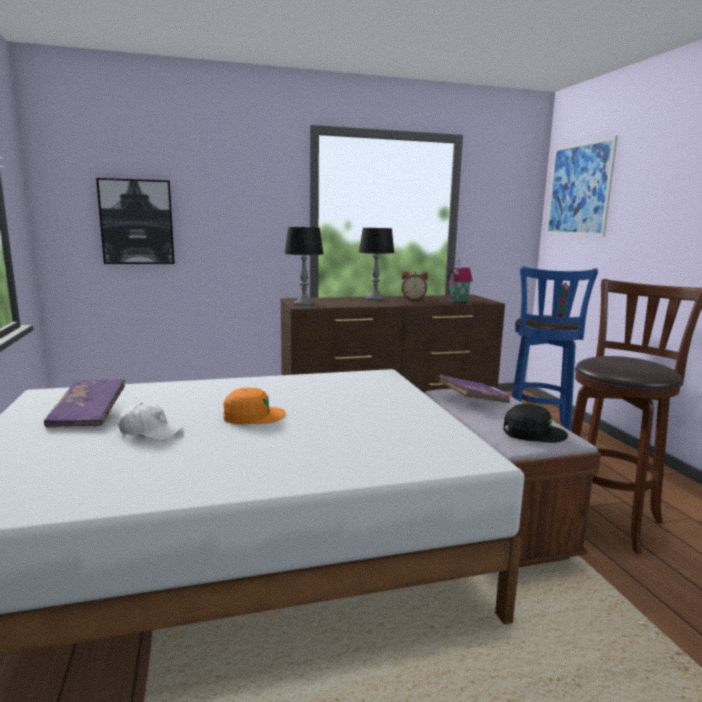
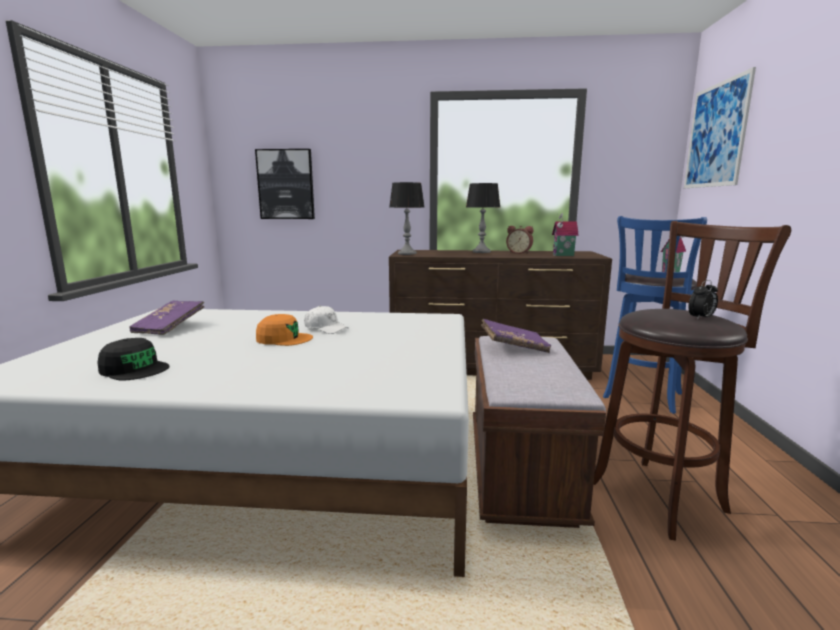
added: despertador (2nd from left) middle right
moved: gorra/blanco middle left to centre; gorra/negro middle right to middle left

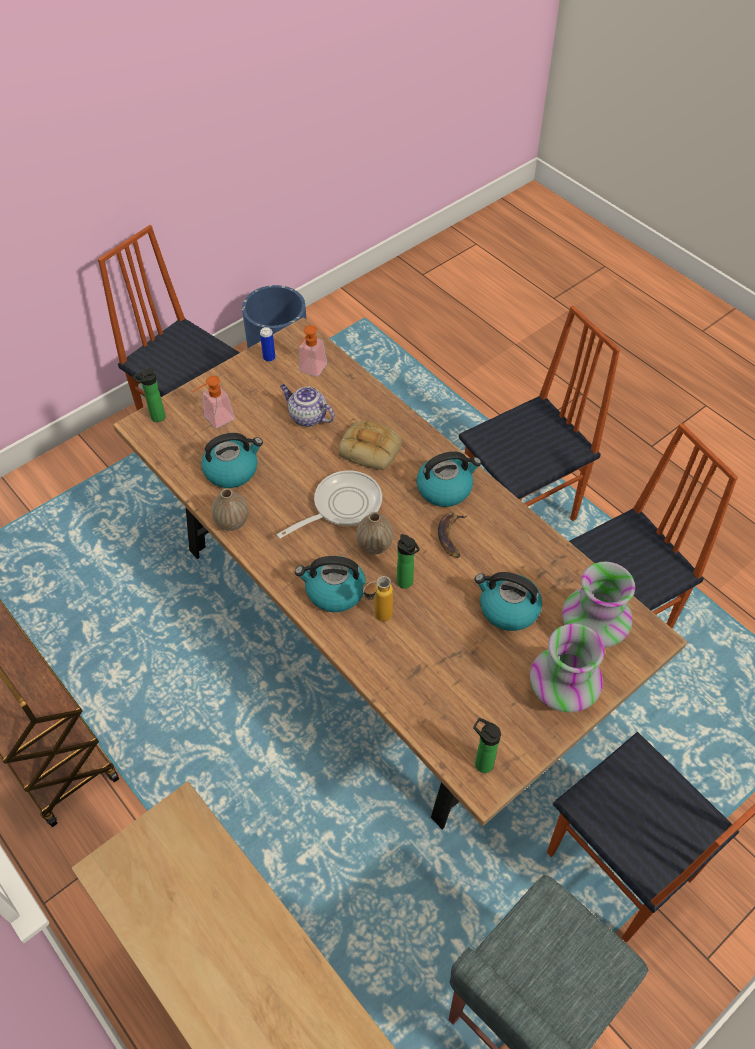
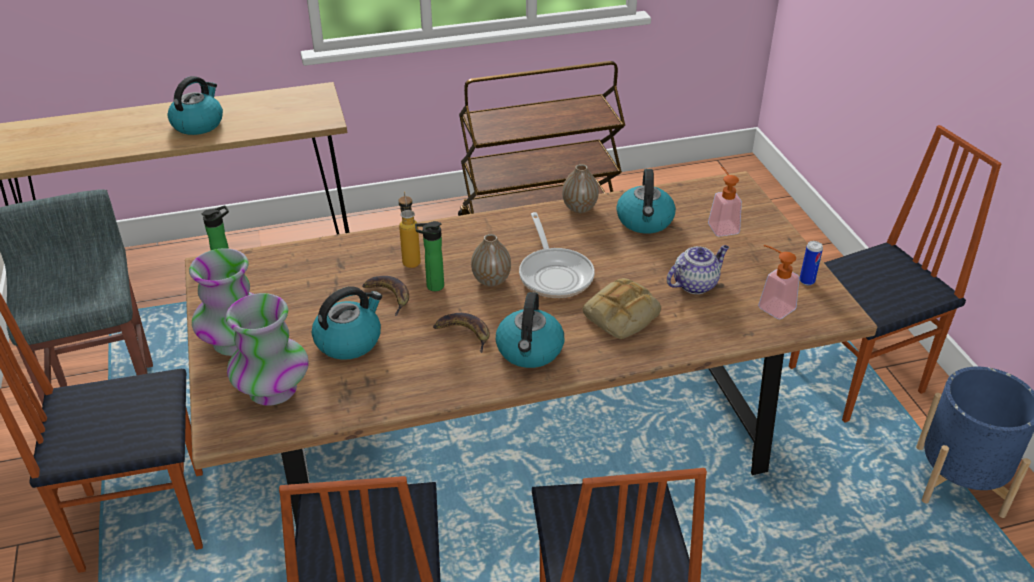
removed: botella (1st from left) middle left
added: plátano (1st from left) centre
moved: hervidor (2nd from left in the first image) centre to hervidor (1st from left) top left

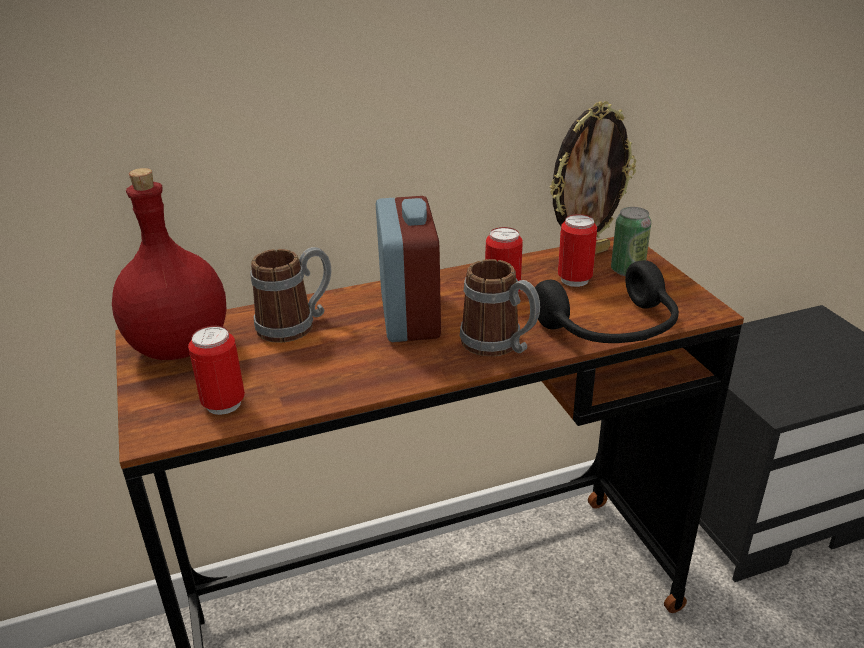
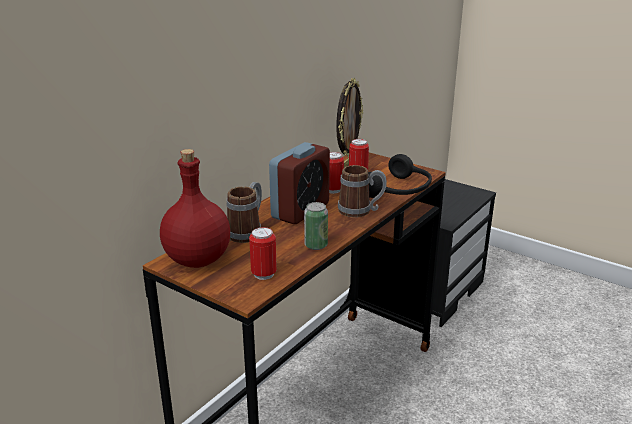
moved: lata (4th from left in the first image) middle right to lata (2nd from left) centre
turned: despertador centre = centre 75 degrees clockwise

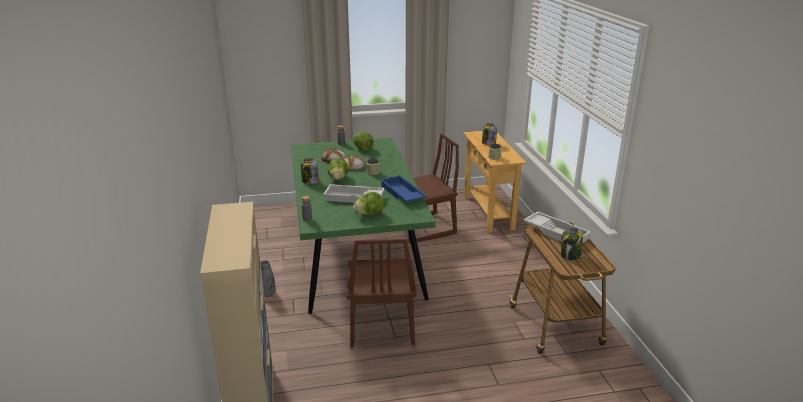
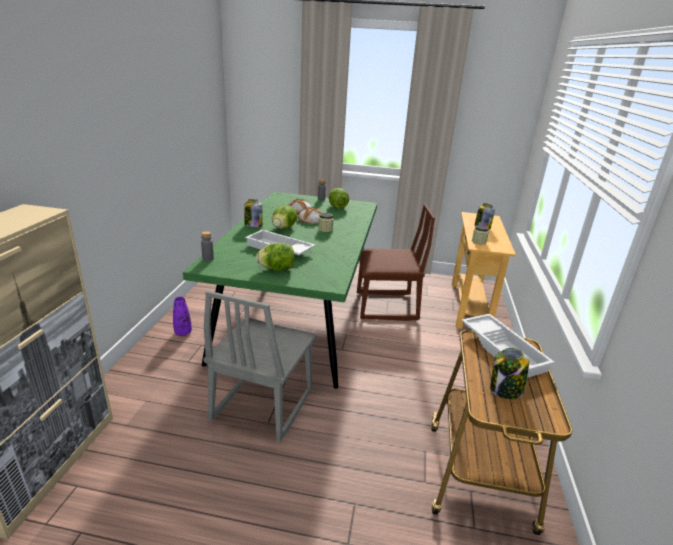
removed: bandeja/azul centre
recoloured: silla/marrón (1st from left) bottom centre to silla/gris bottom centre; florero/gris bottom centre to florero/morado middle left

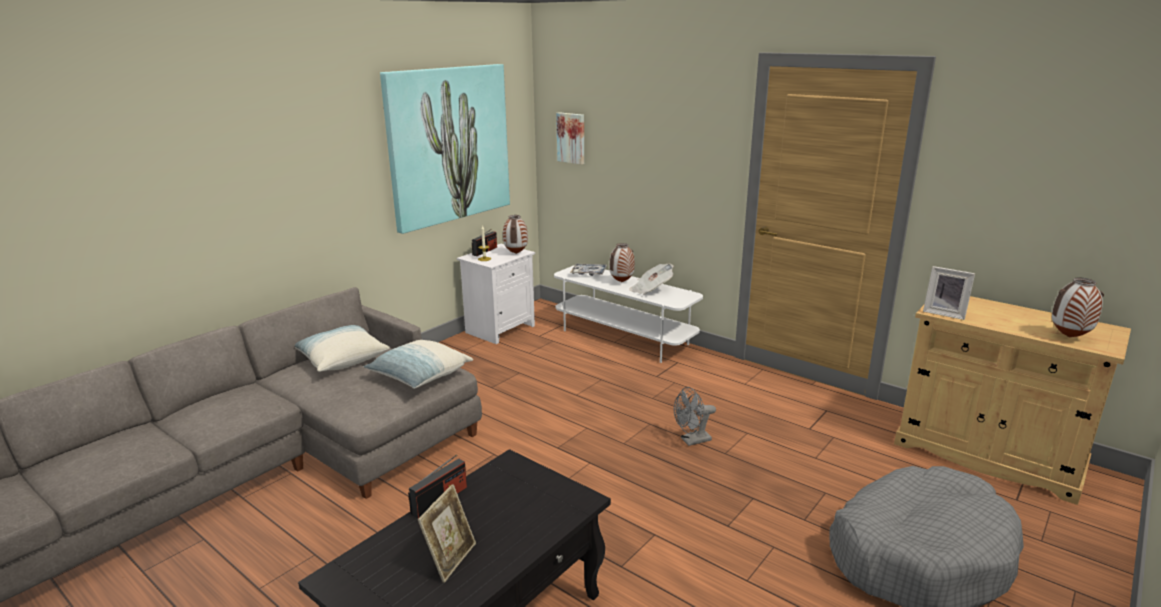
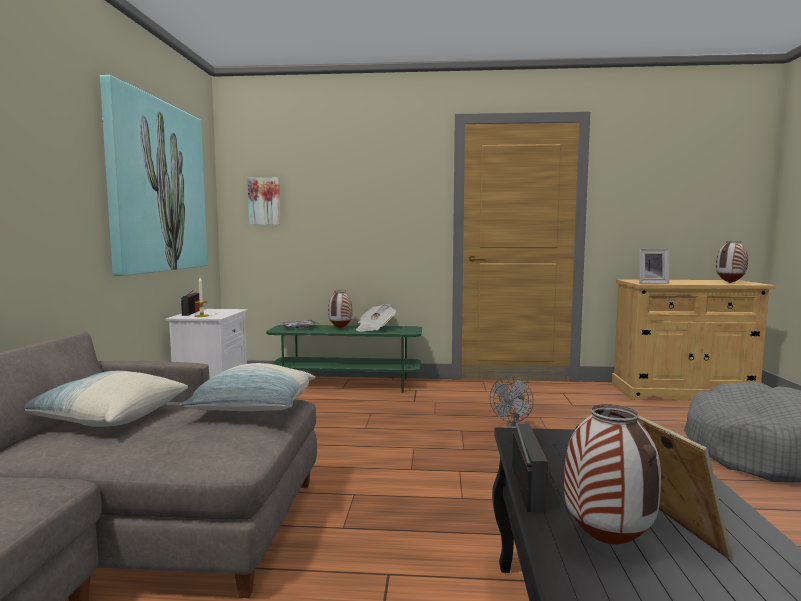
moved: florero (1st from left in the first image) centre to florero (2nd from left) bottom right
recoloured: mueble de televisión/blanco centre to mueble de televisión/verde centre

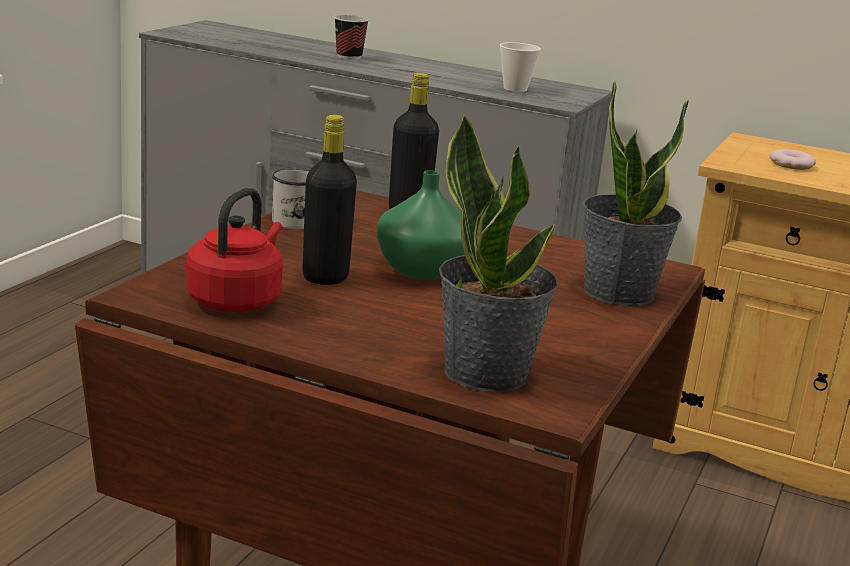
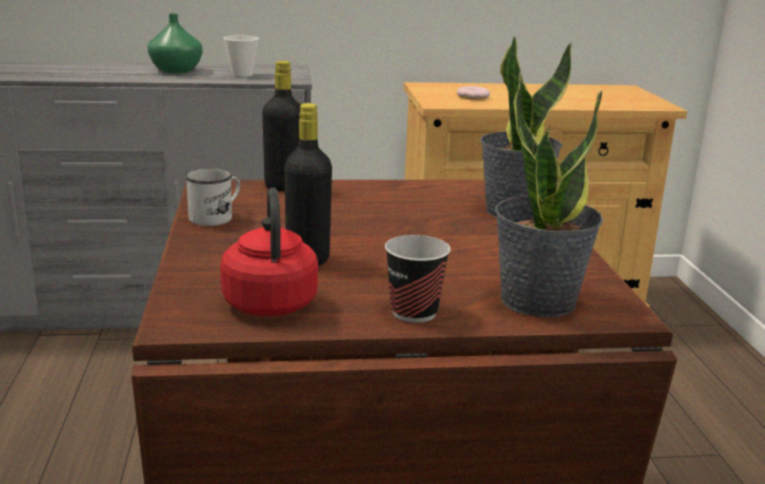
moved: taza (1st from left in the first image) top centre to taza (2nd from left) centre; florero/verde centre to top left

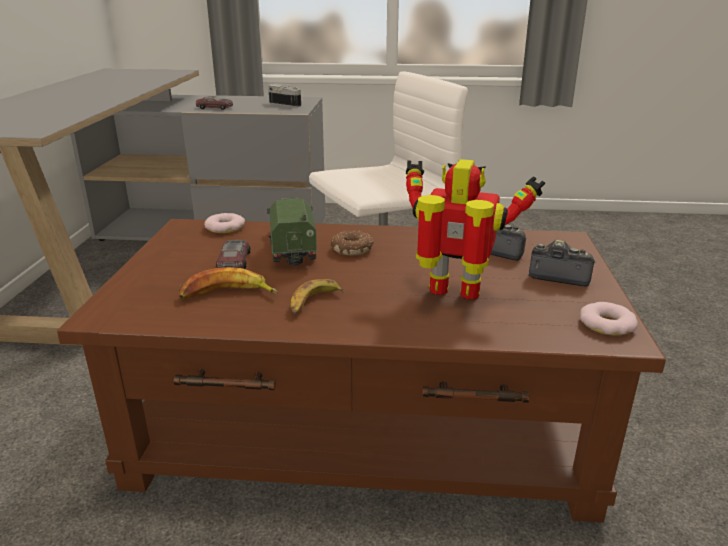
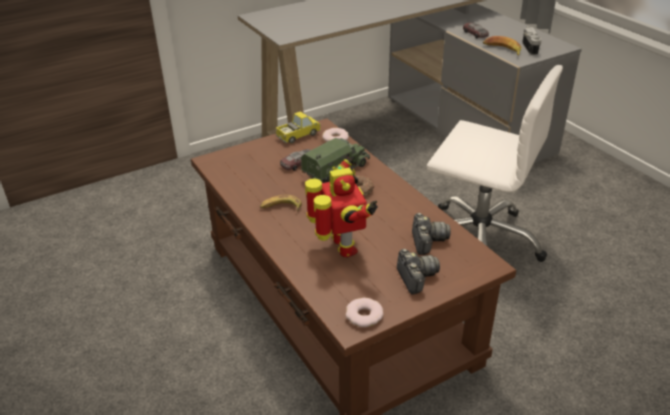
added: camión de juguete (1st from left) top centre
moved: plátano (1st from left in the first image) middle left to plátano (2nd from left) top right

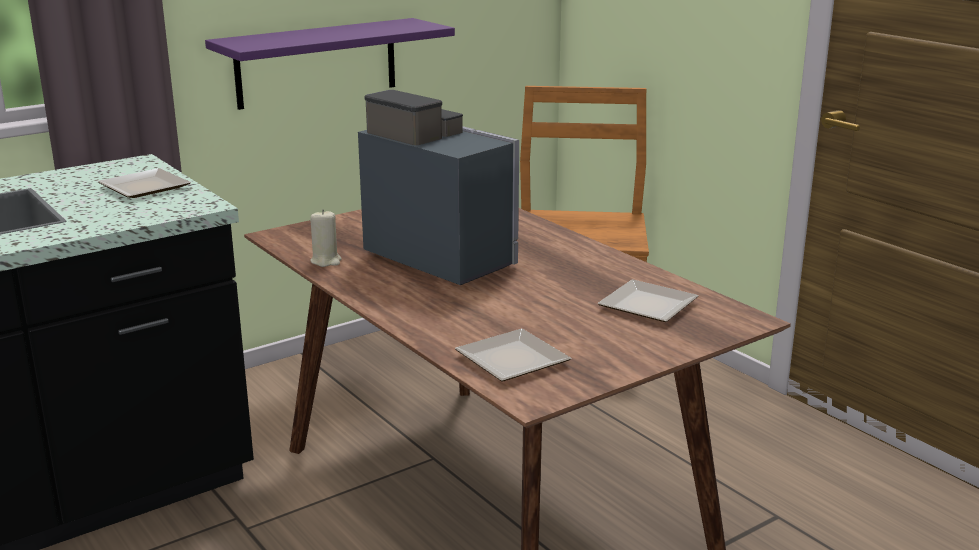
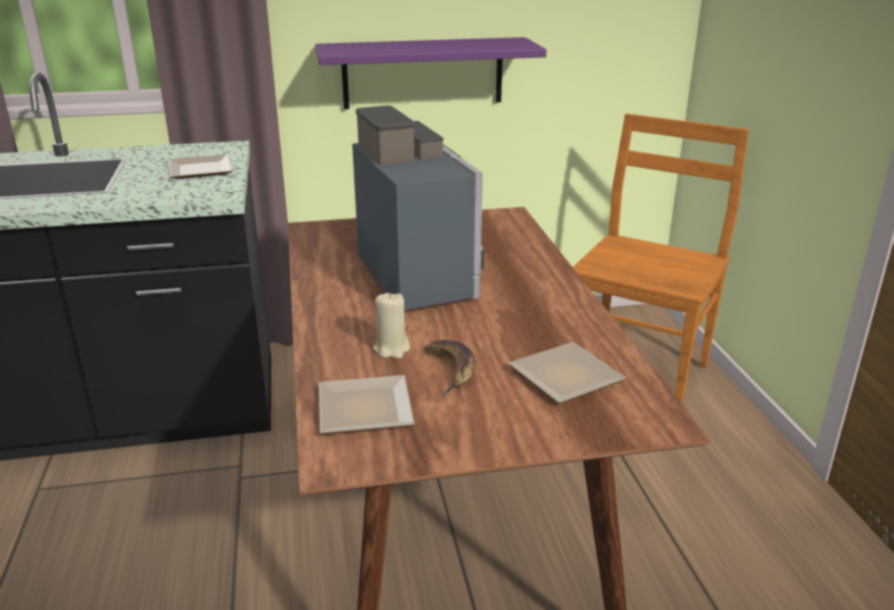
added: plátano centre
moved: vela/beis middle left to centre

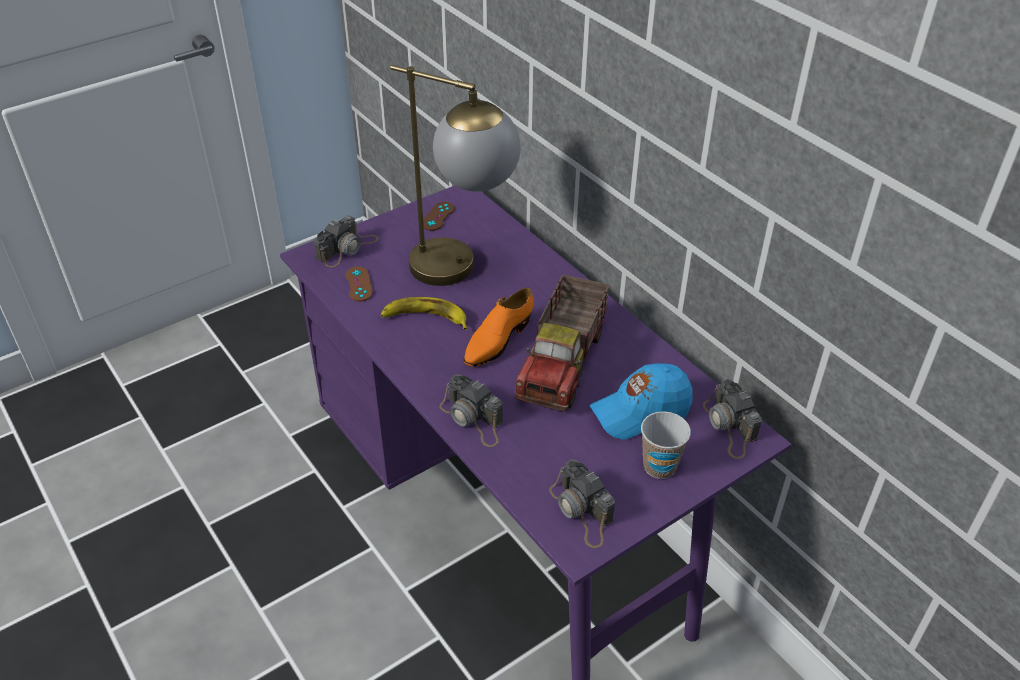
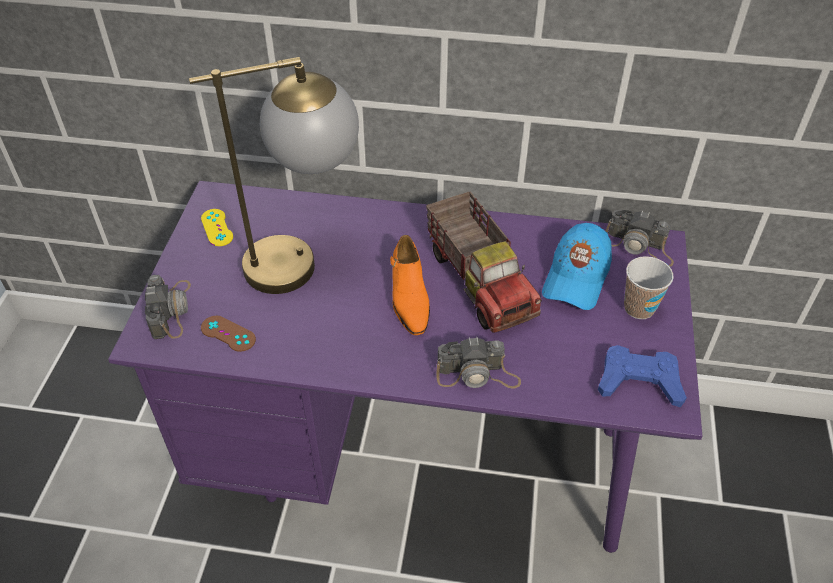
removed: plátano centre
replaced: cámara (3rd from left) bottom centre to mando de consola/azul middle right
recoloured: mando de consola/marrón (2nd from left) top centre to mando de consola/amarillo middle left

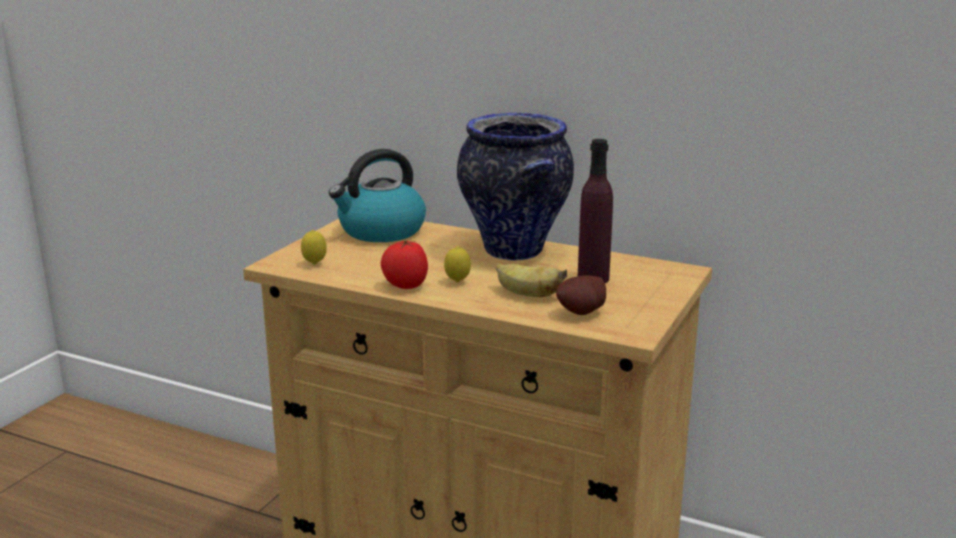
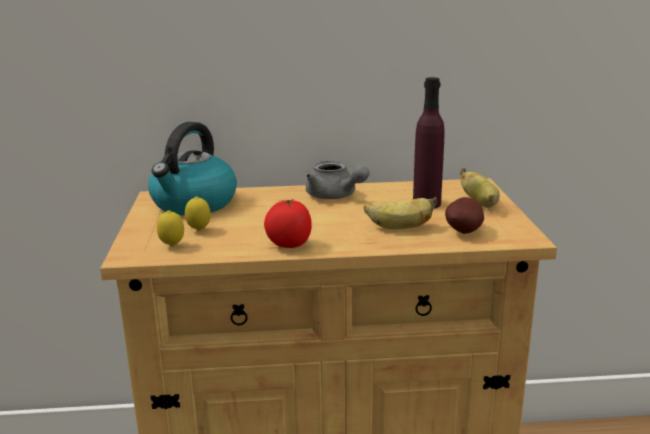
added: plátano (2nd from left) middle right
moved: limón (2nd from left) centre to middle left
replaced: florero centre to tetera/gris centre

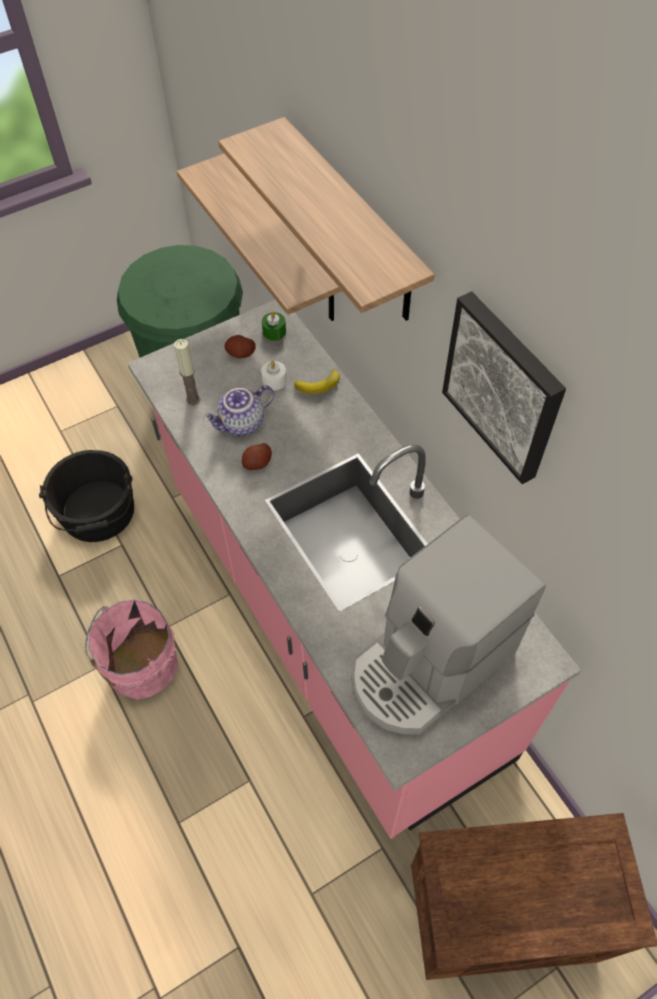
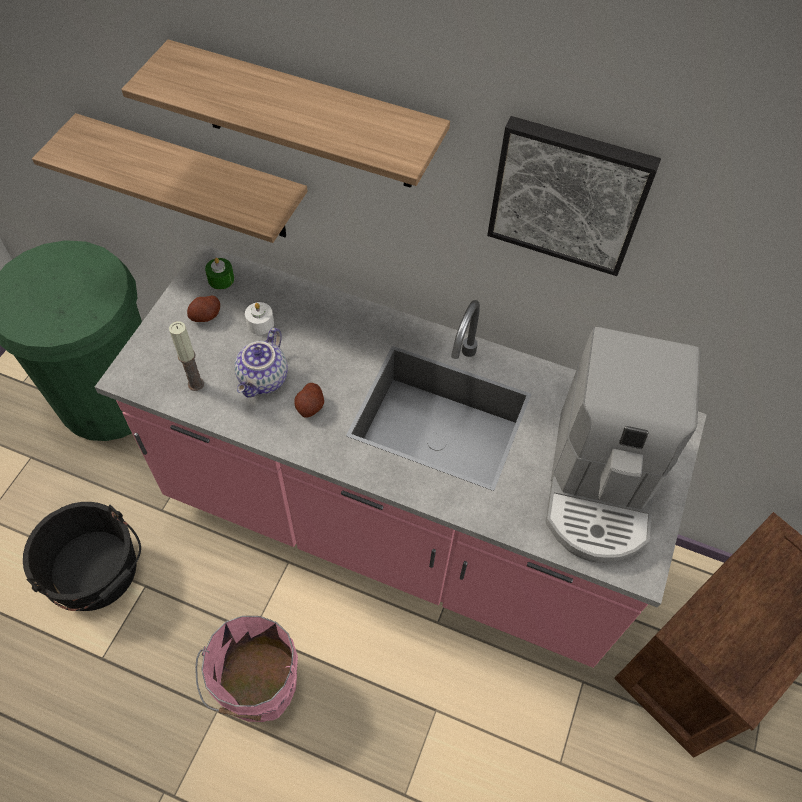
removed: plátano centre

